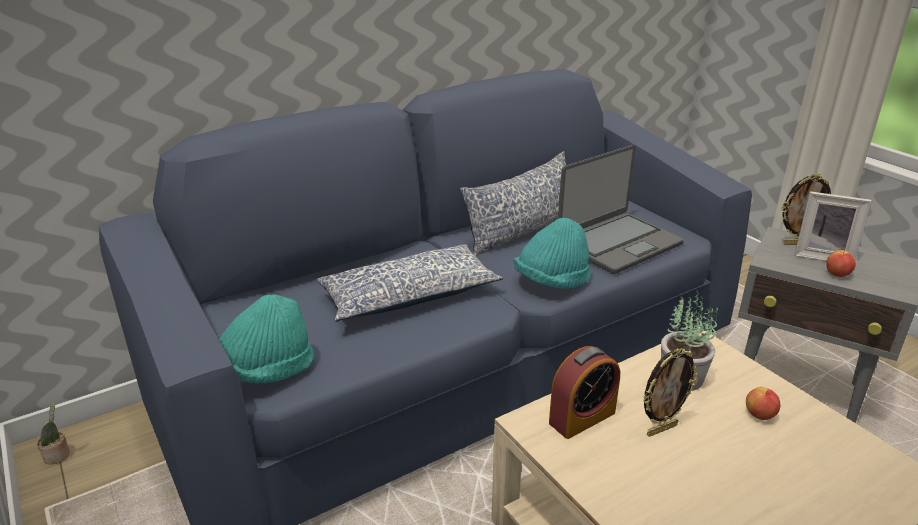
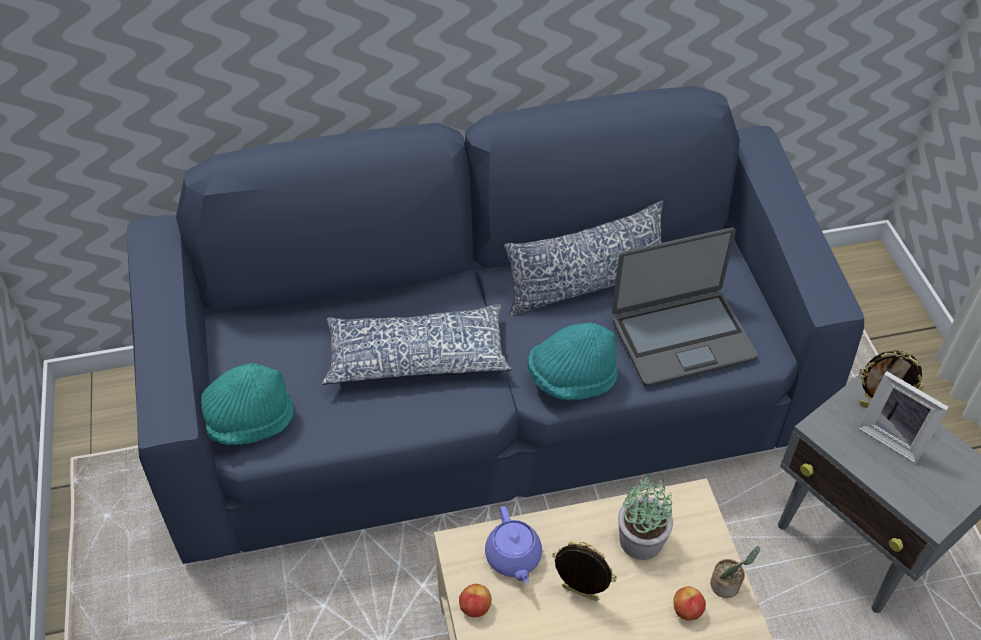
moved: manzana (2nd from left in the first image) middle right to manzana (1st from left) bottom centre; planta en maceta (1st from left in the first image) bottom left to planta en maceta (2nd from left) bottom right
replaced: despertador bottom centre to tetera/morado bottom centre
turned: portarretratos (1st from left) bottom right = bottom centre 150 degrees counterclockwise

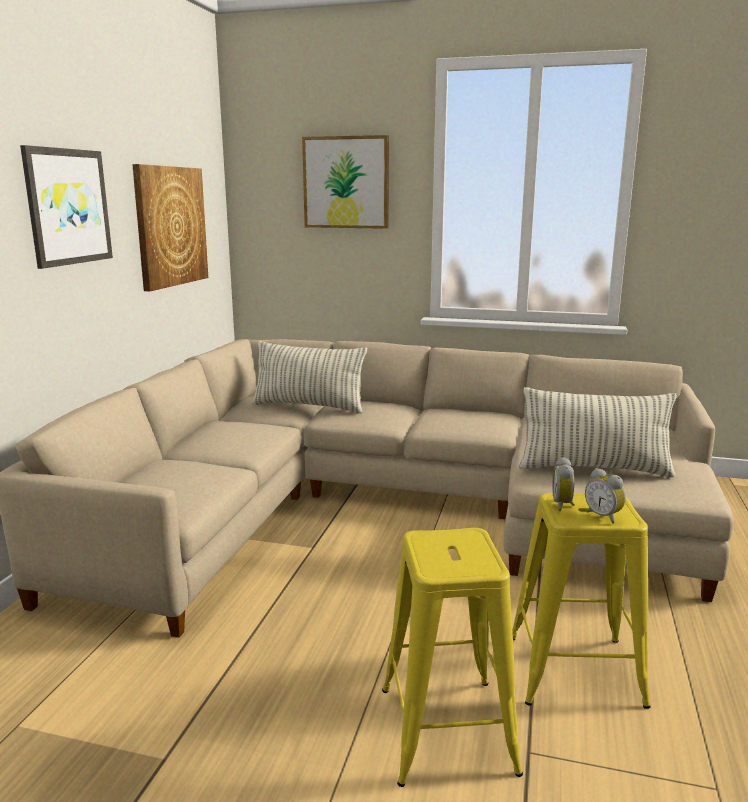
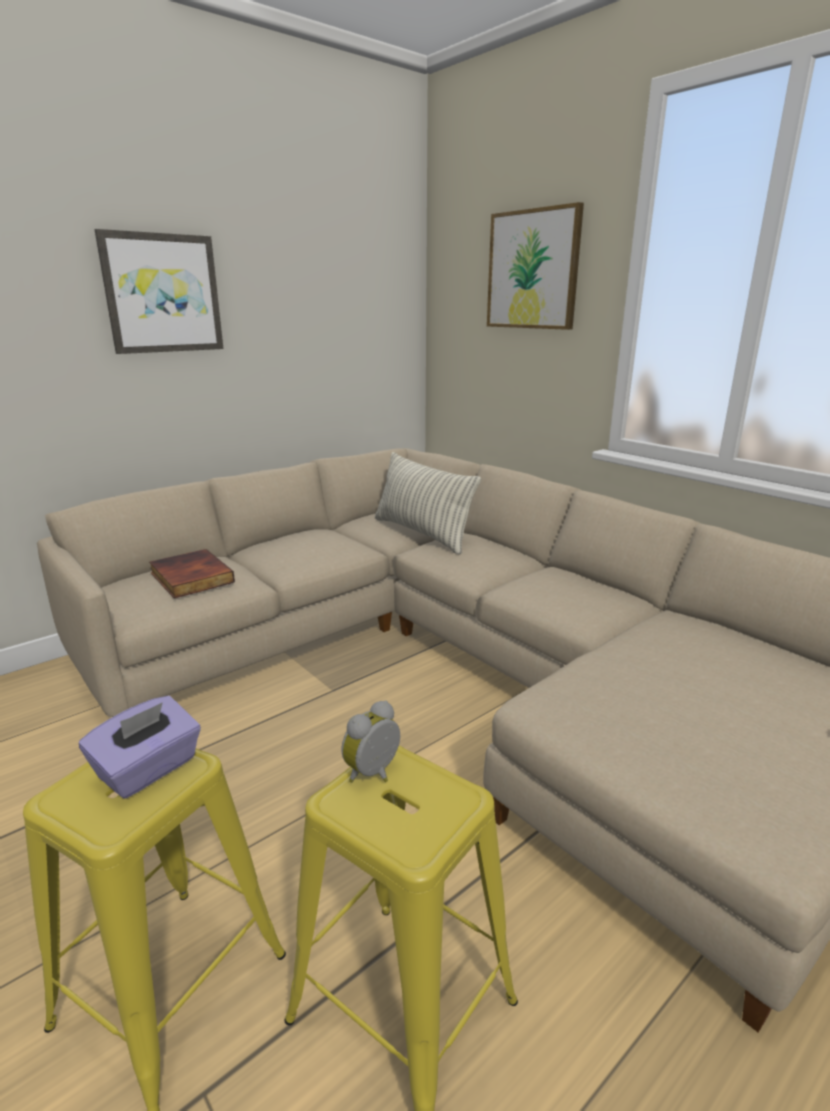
removed: cuadro (2nd from left) top left; cojín (2nd from left) middle right; despertador (2nd from left) middle right
added: libro middle left; caja de pañuelos/morado bottom left

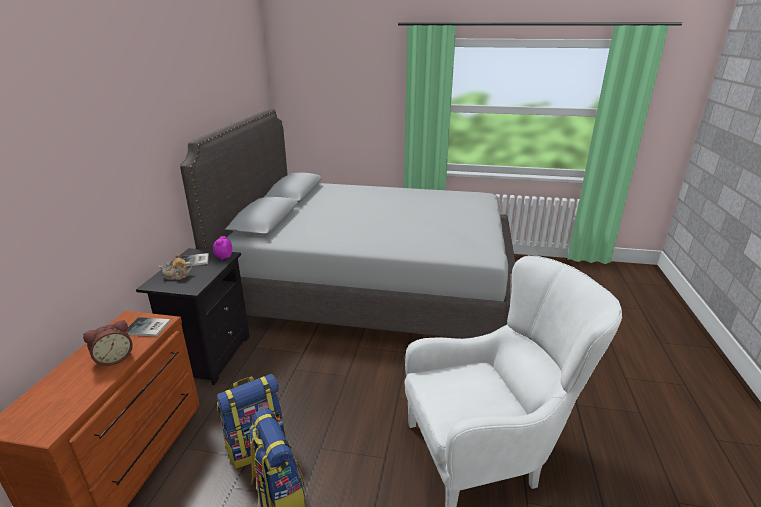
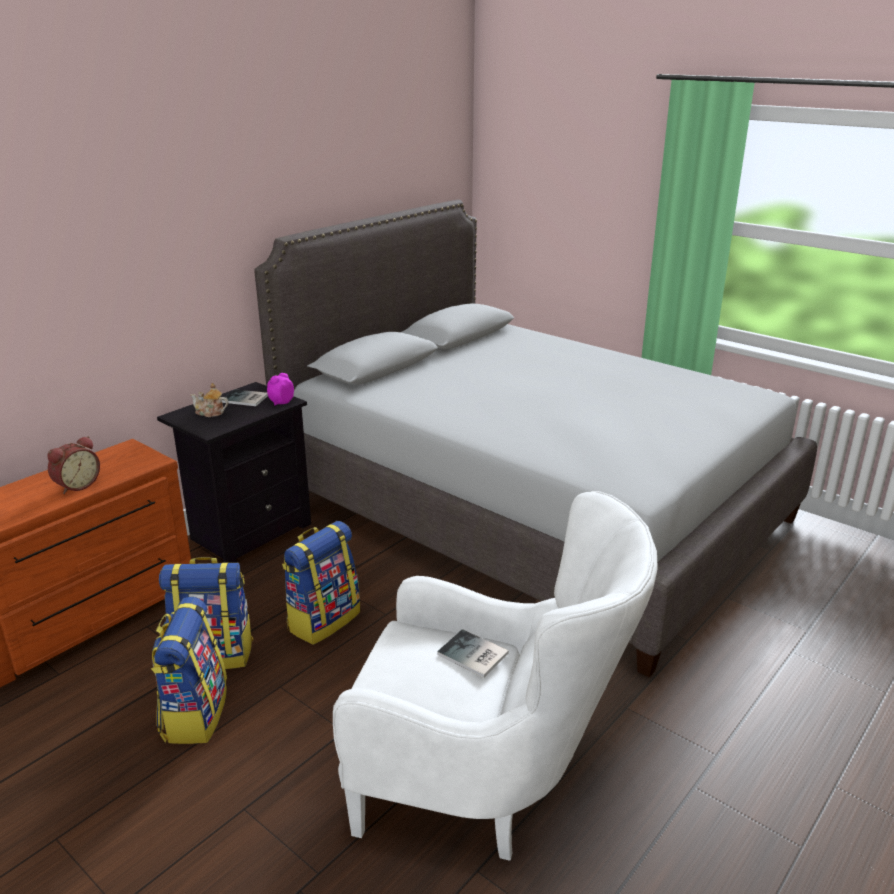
added: mochila (3rd from left) centre
moved: libro (1st from left in the first image) middle left to libro (2nd from left) bottom centre
turned: despertador (1st from left) bottom left = middle left 45 degrees counterclockwise

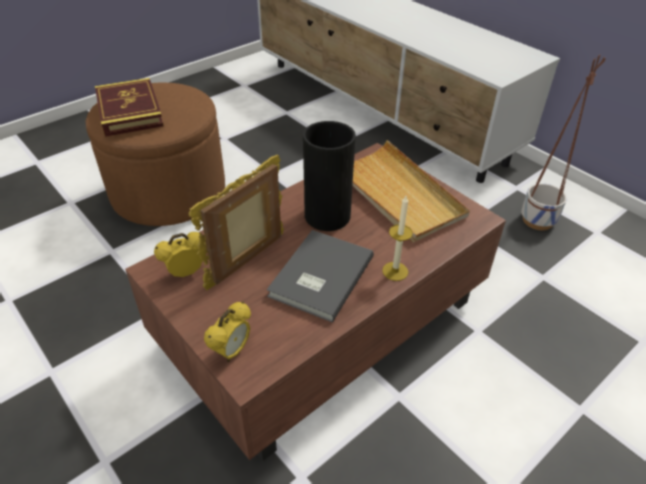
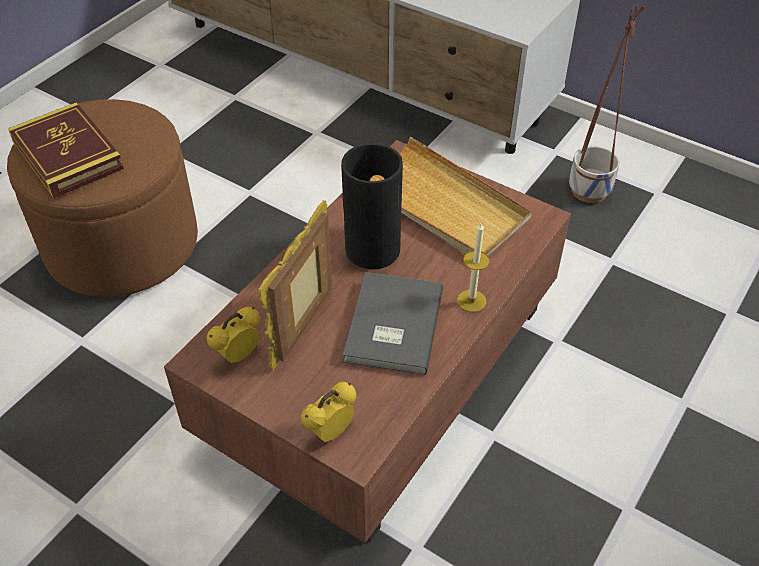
turned: despertador (2nd from left) bottom centre = bottom centre 150 degrees counterclockwise

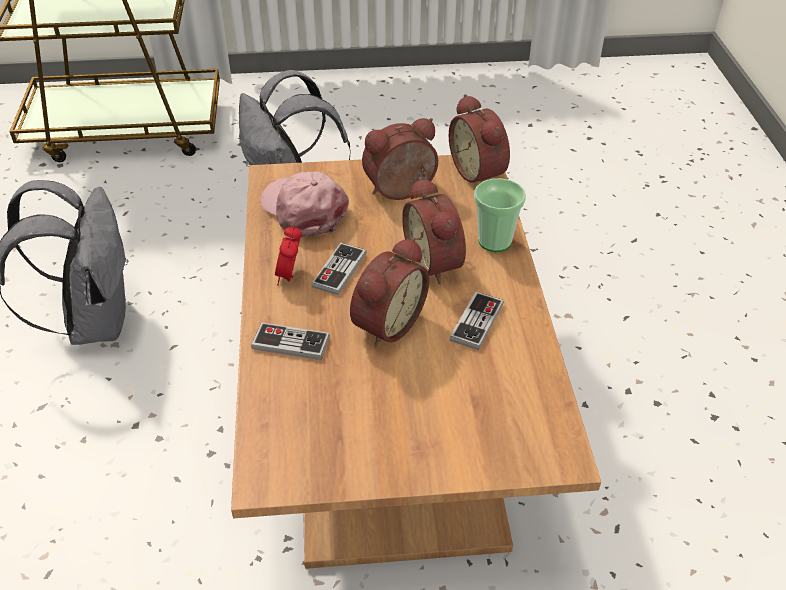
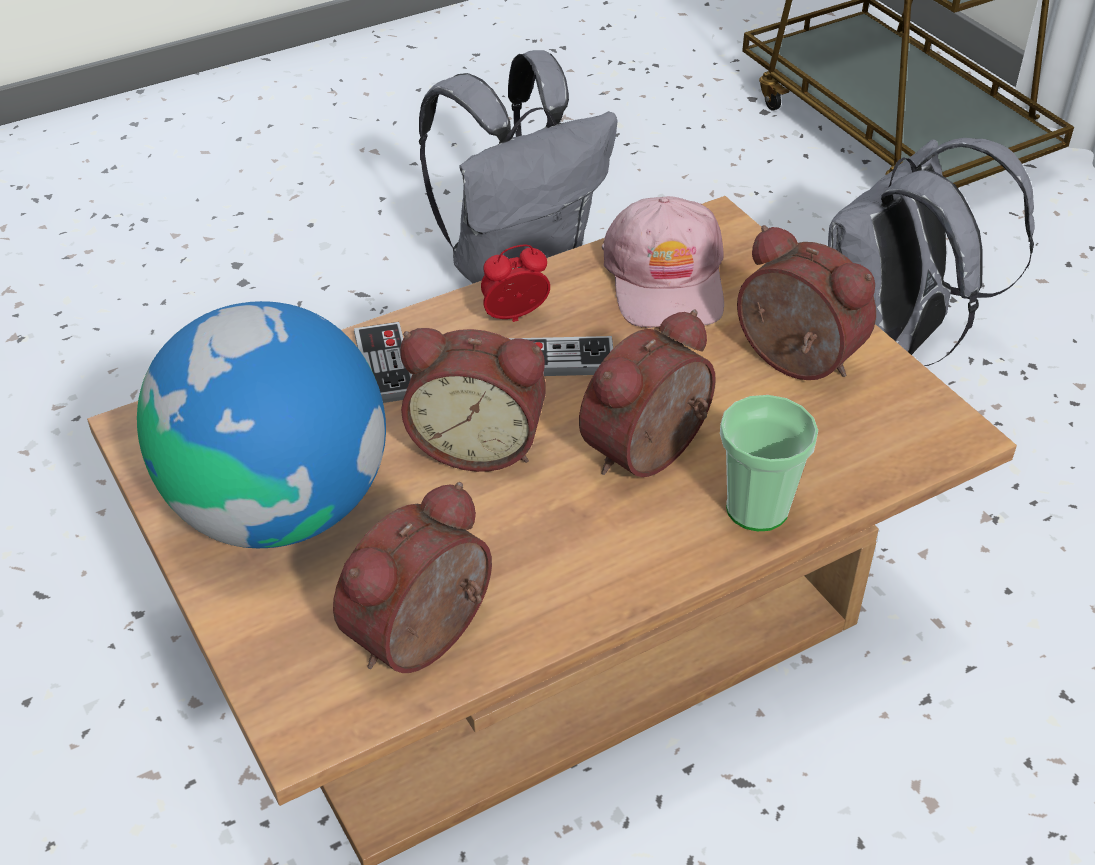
removed: mando de consola (3rd from left) centre
added: globo terráqueo middle left
moved: despertador (5th from left in the first image) top centre to despertador (1st from left) bottom centre
turned: gorra/rosa centre = top centre 150 degrees clockwise

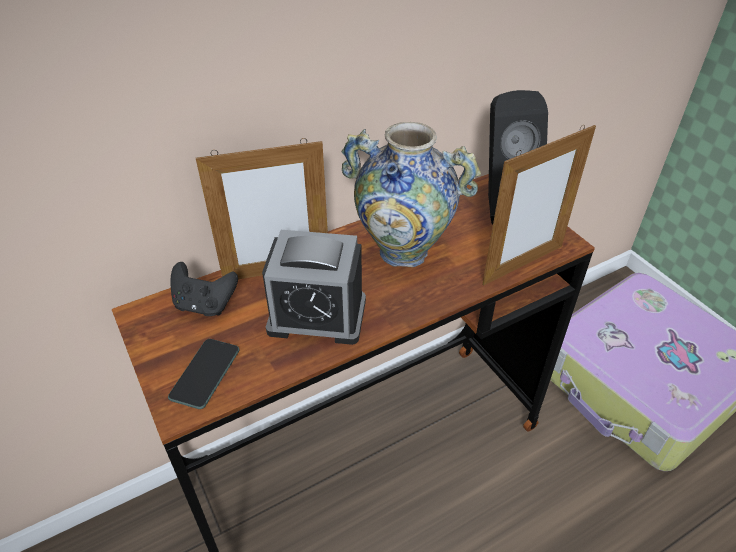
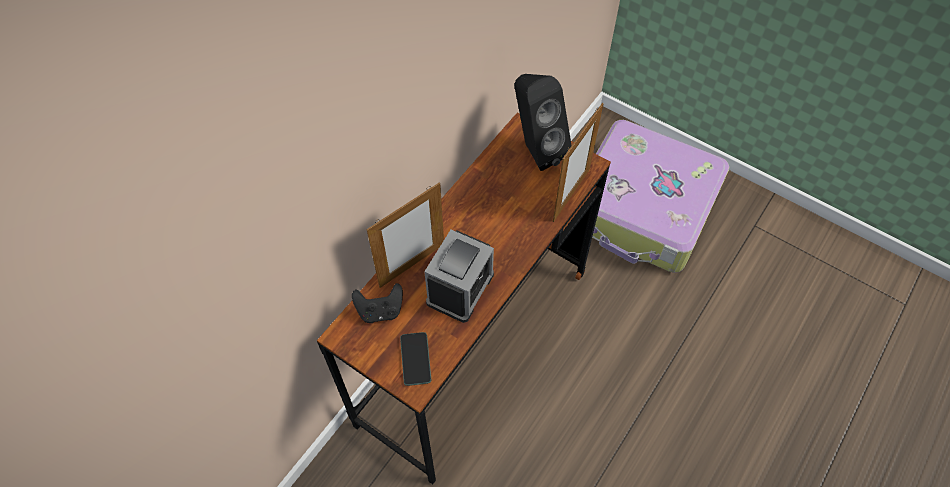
removed: florero centre
turned: despertador centre = centre 45 degrees counterclockwise

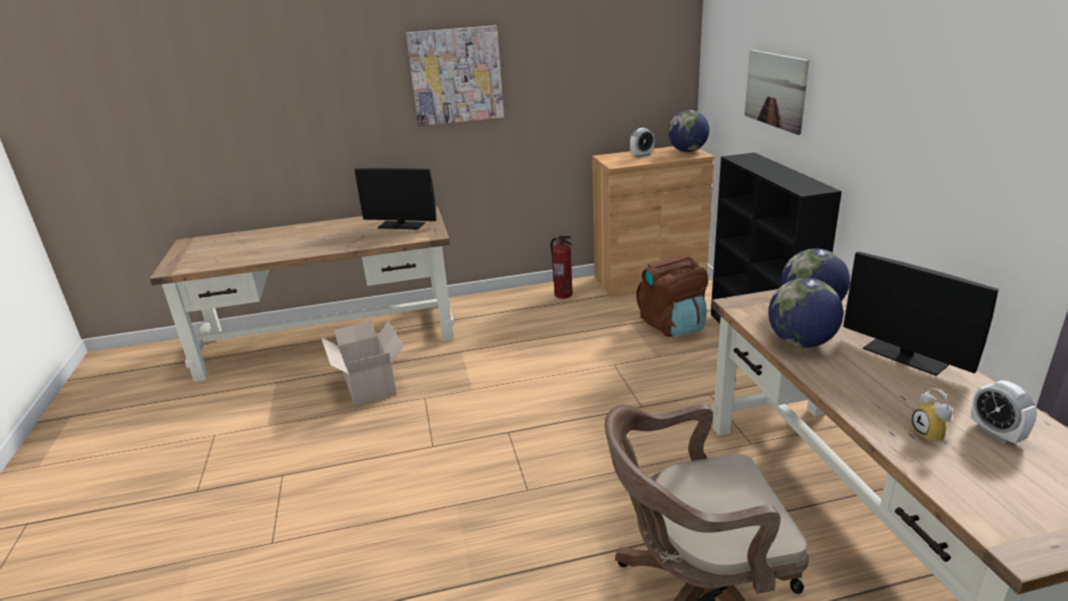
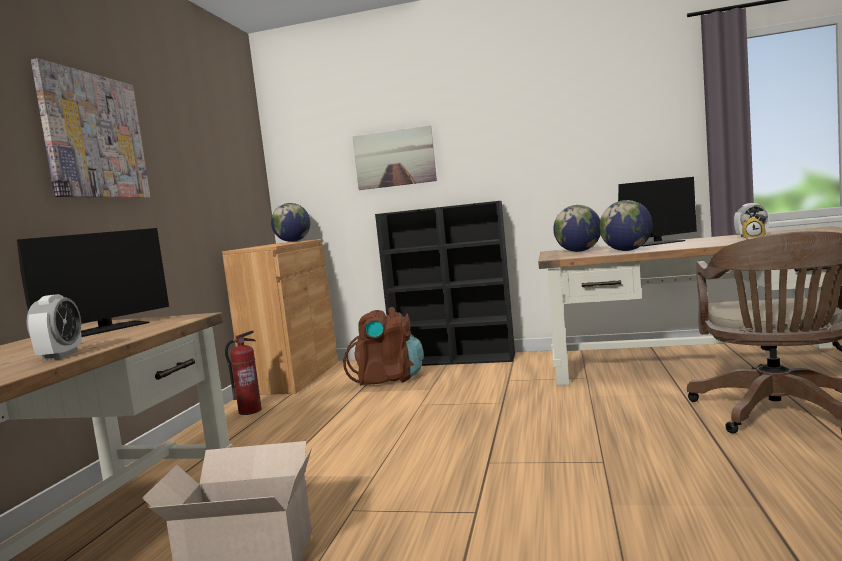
moved: despertador (1st from left) top centre to middle left

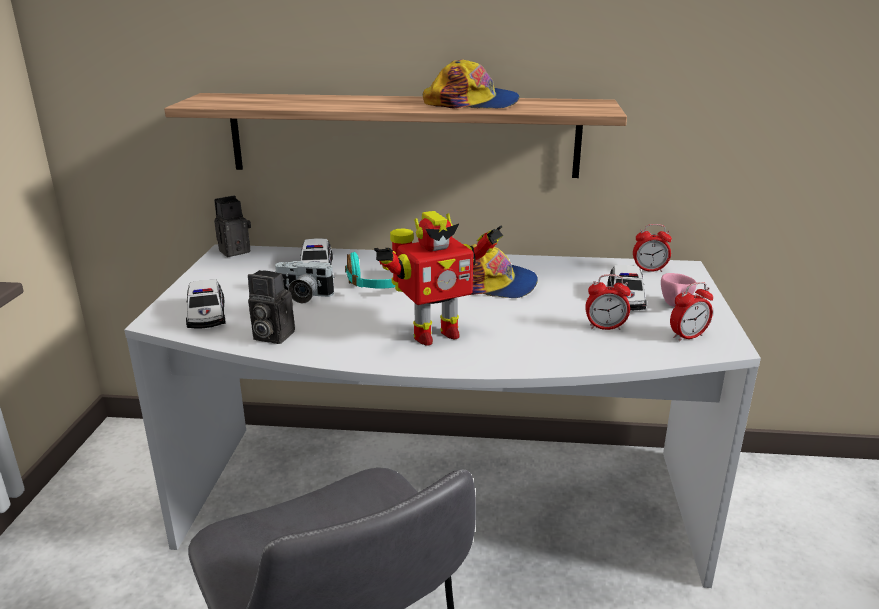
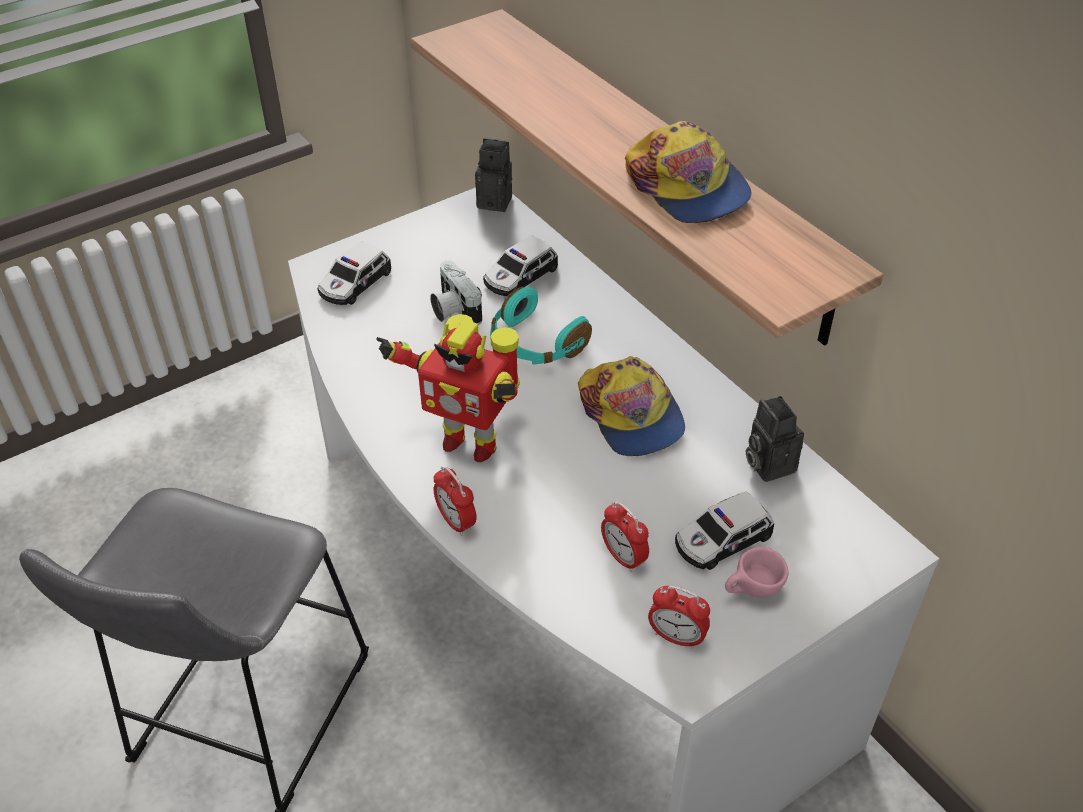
moved: despertador (2nd from left in the first image) middle right to despertador (1st from left) centre; cámara (2nd from left in the first image) middle left to cámara (3rd from left) middle right

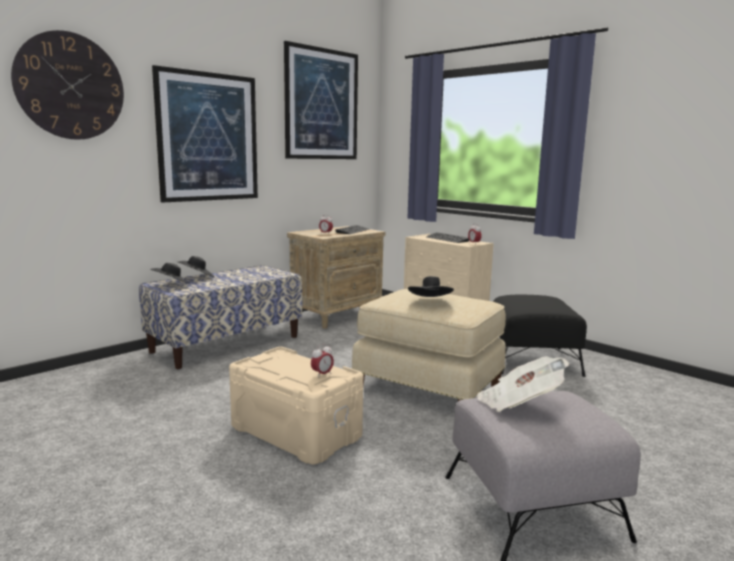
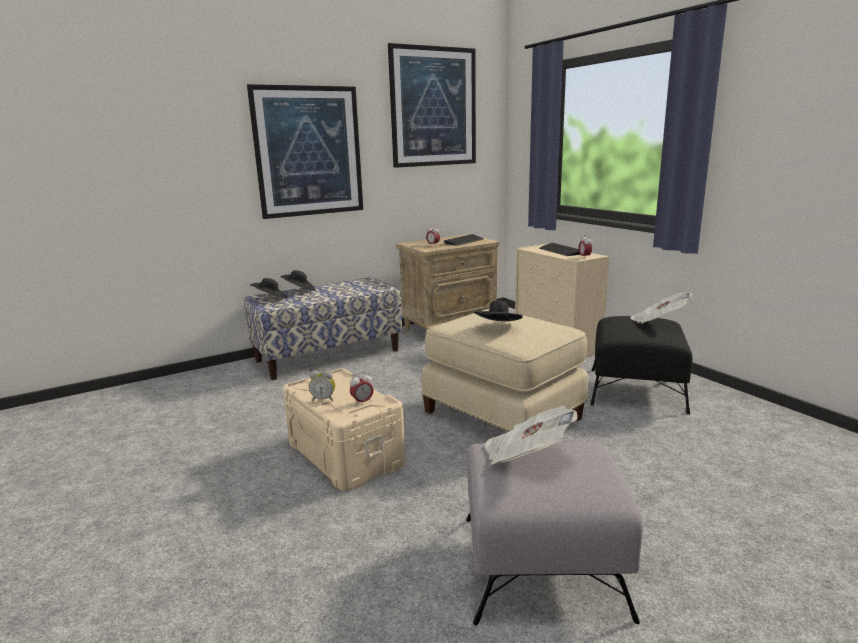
removed: reloj de pared top left
added: periódico (2nd from left) middle right; despertador (1st from left) centre

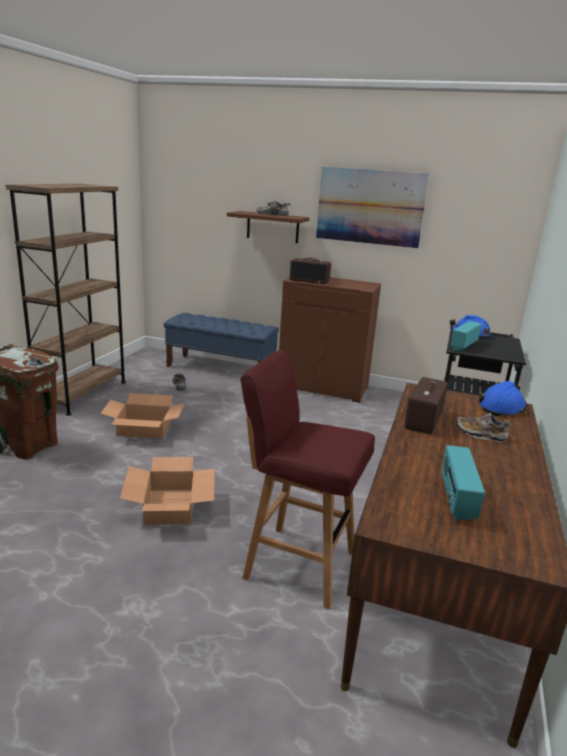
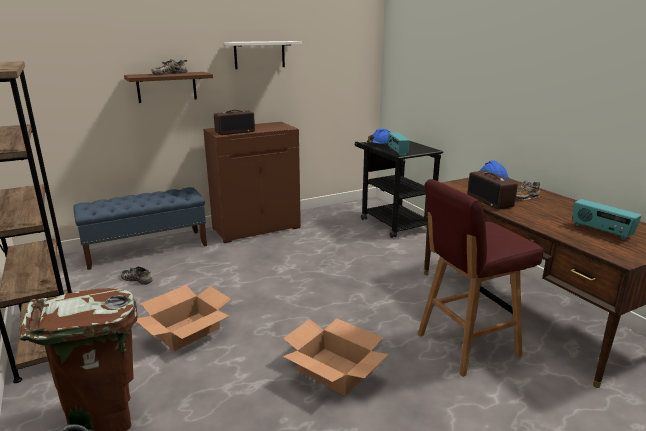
replaced: cuadro top centre to estante/blanco top centre

